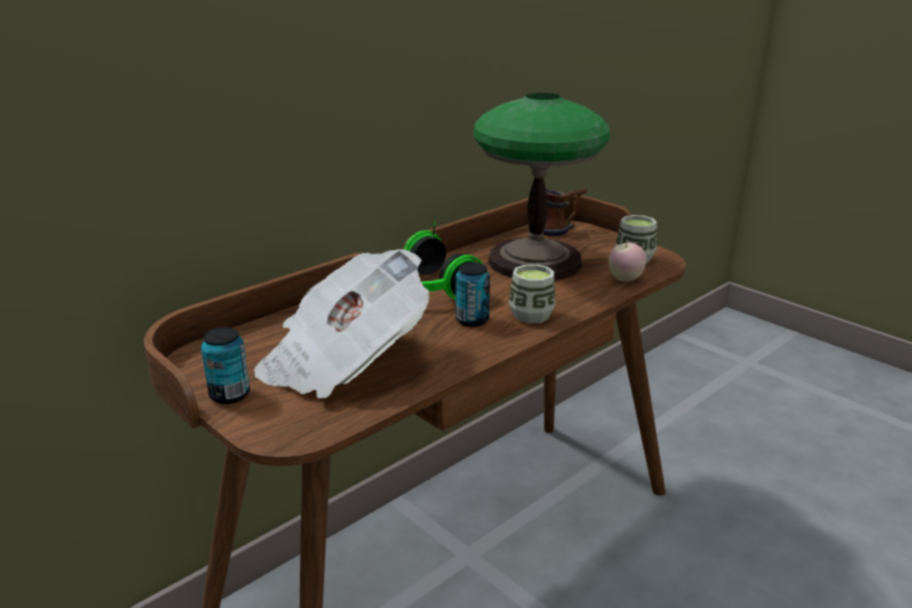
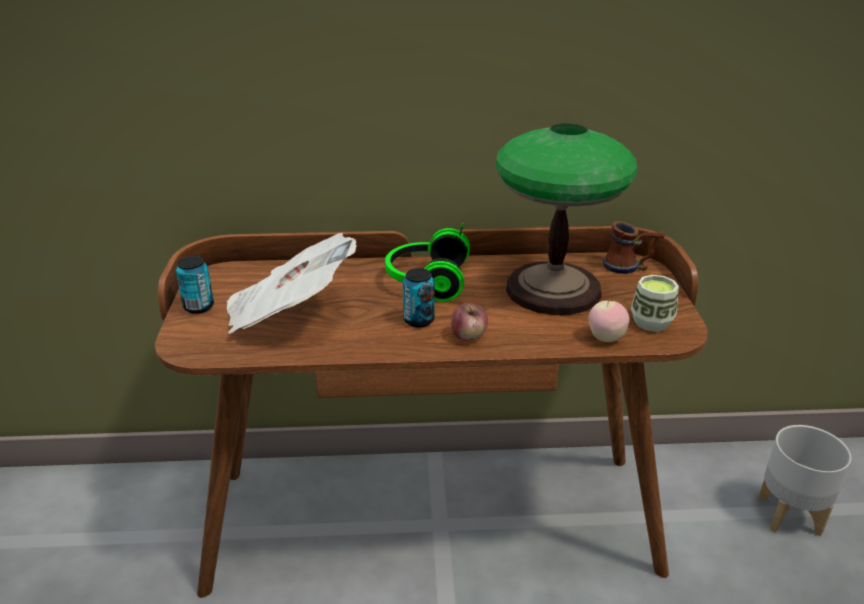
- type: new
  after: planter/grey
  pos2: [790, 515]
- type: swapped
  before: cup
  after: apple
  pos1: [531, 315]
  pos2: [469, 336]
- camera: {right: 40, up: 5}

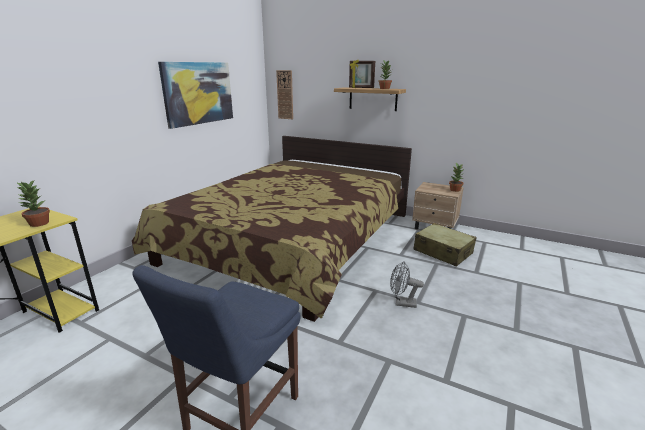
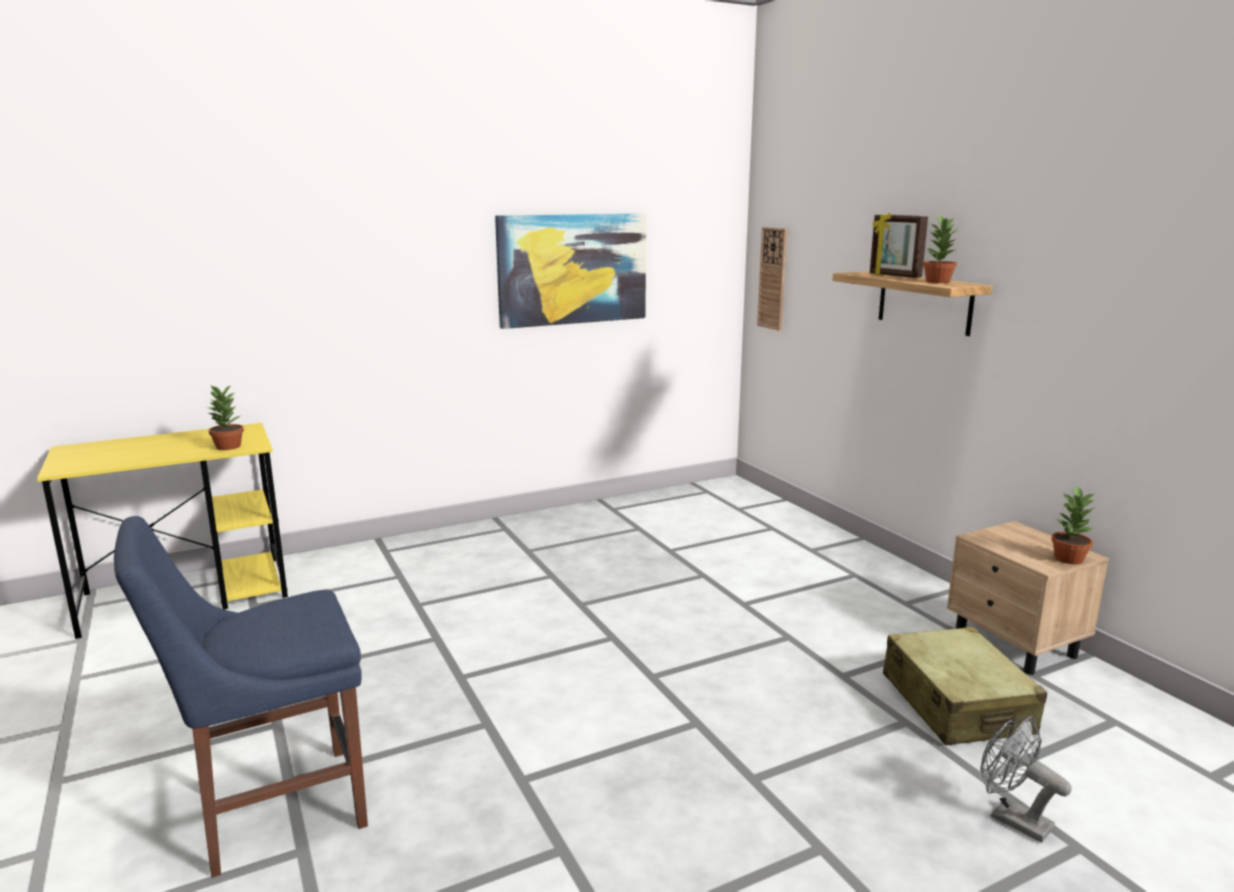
- type: gone
  before: bed
  pos1: [292, 239]
- type: shifted
  before: fan/grey
  pos1: [402, 303]
  pos2: [1011, 818]
- camera: {right: 35, up: -5}

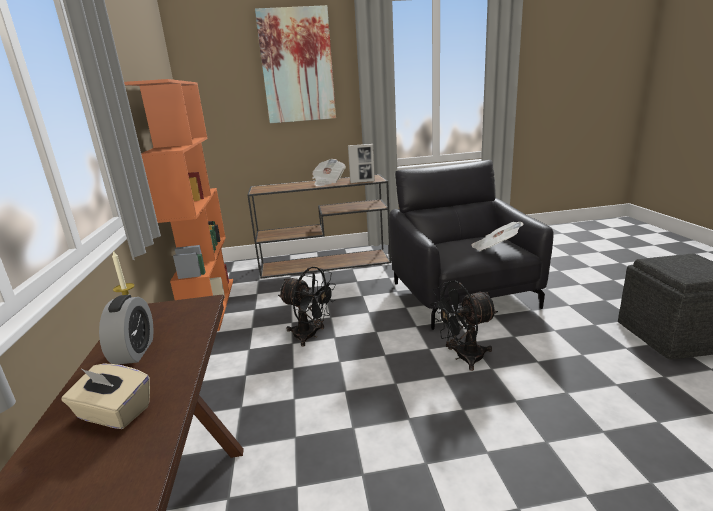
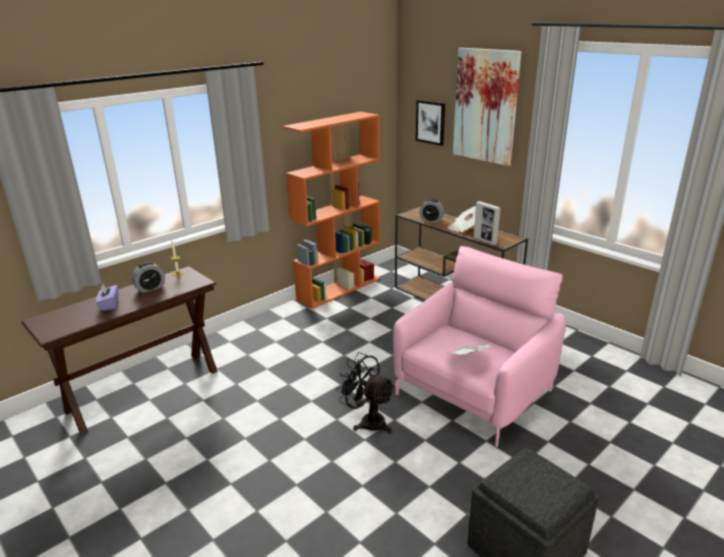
- type: gone
  before: fan/black
  pos1: [310, 336]
- type: new
  after: picture
  pos2: [430, 122]
- type: new
  after: alarm clock
  pos2: [431, 220]
- type: repainted
  before: tissue box/beige
  after: tissue box/purple
  pos1: [113, 414]
  pos2: [109, 305]
- type: repainted
  before: armchair/black
  after: armchair/pink
  pos1: [463, 295]
  pos2: [473, 392]
- camera: {right: 55, up: 5}

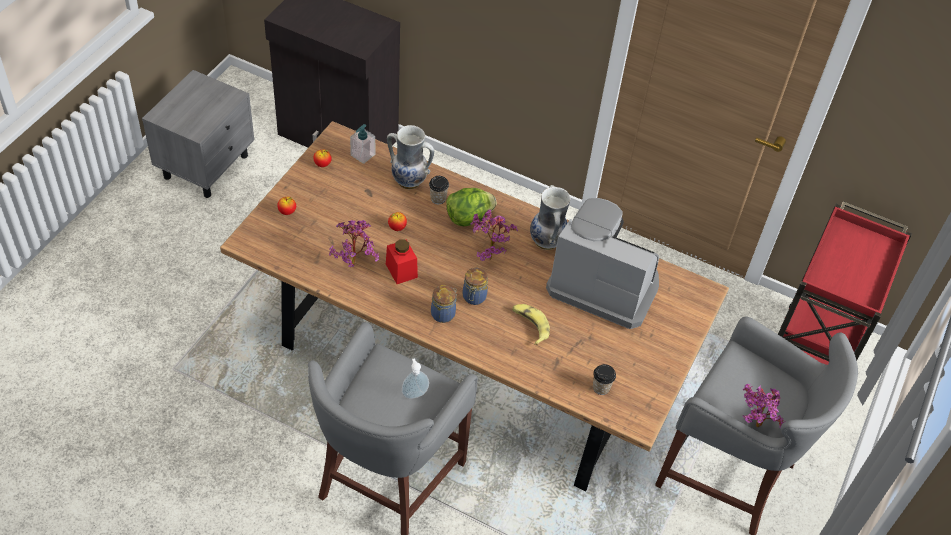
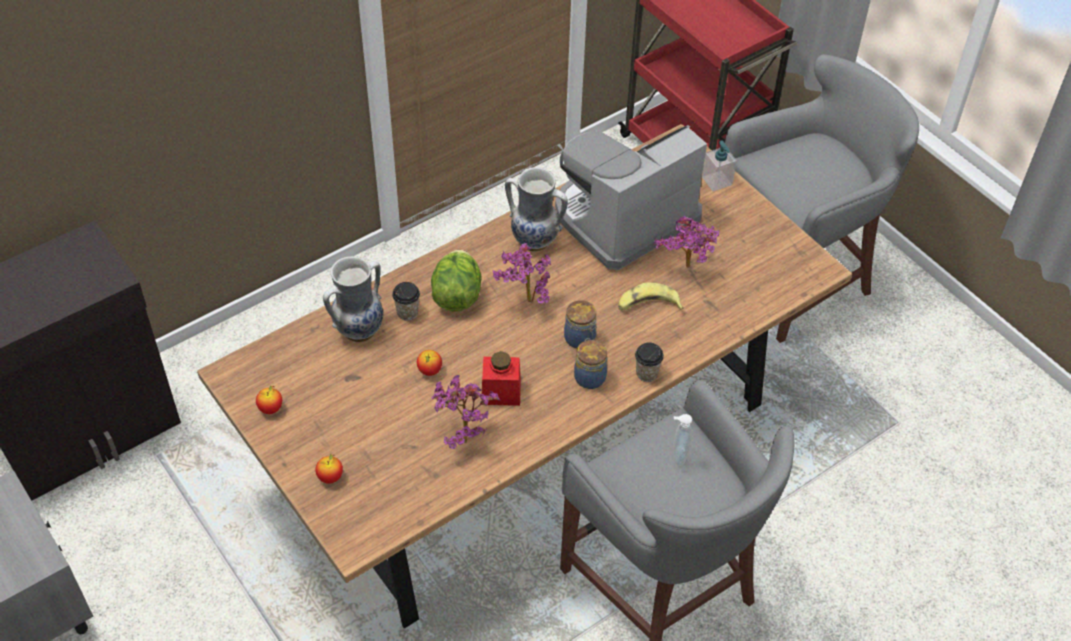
- type: shifted
  before: soap dispenser
  pos1: [362, 155]
  pos2: [717, 181]
- type: shifted
  before: cup
  pos1: [601, 388]
  pos2: [647, 373]
- type: shifted
  before: potted plant
  pos1: [753, 427]
  pos2: [687, 270]
- camera: {right: -60, up: 0}

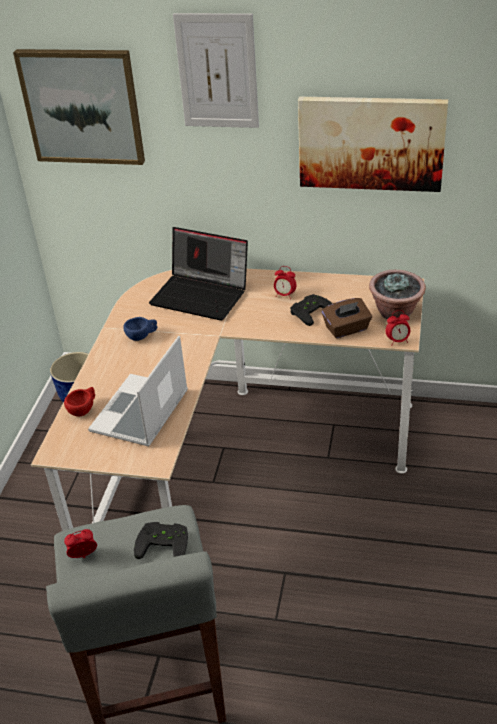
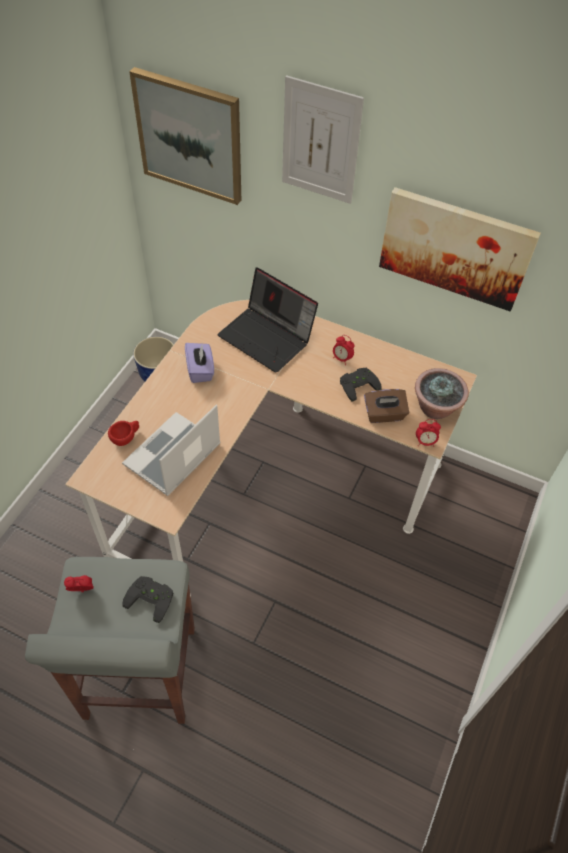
- type: swapped
  before: cup/blue
  after: tissue box/purple
  pos1: [142, 336]
  pos2: [200, 370]
- camera: {right: 10, up: 15}

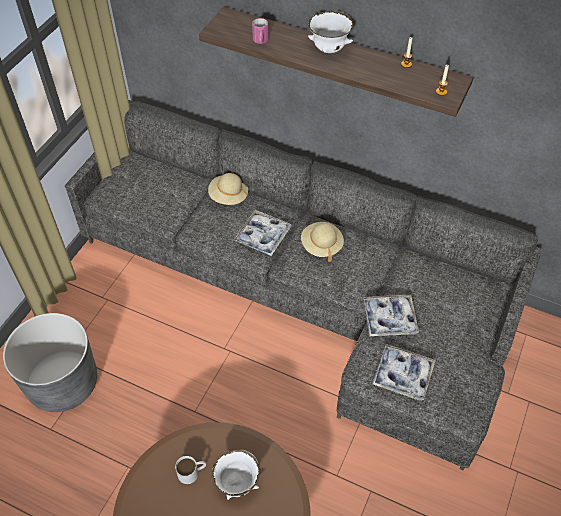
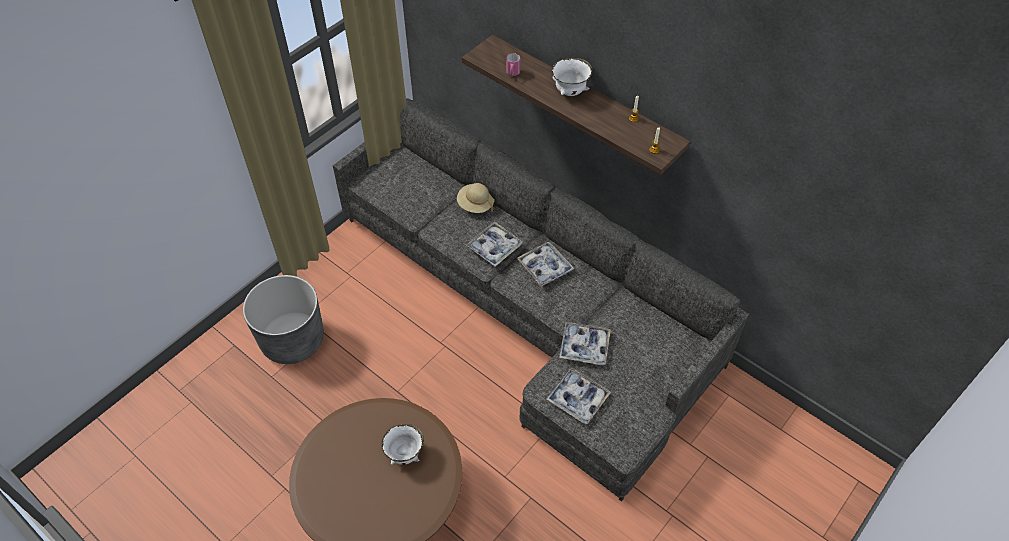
- type: gone
  before: mug/white
  pos1: [192, 472]
- type: swapped
  before: hat/beige
  after: tray
  pos1: [321, 246]
  pos2: [545, 267]
- camera: {right: 15, up: 0}

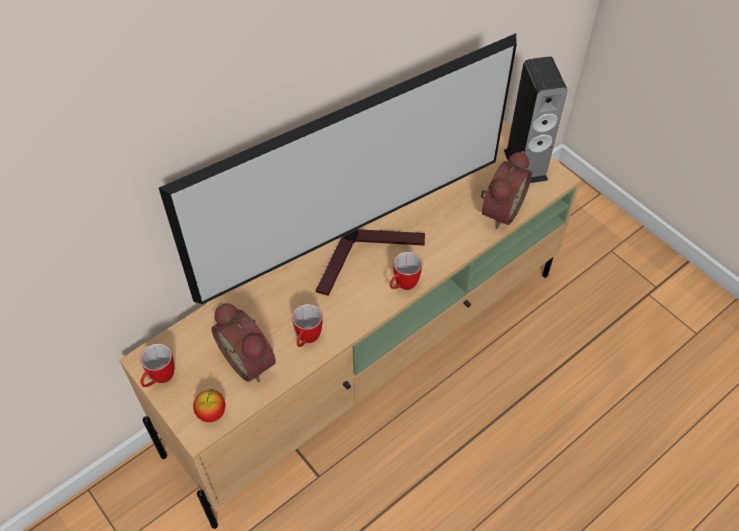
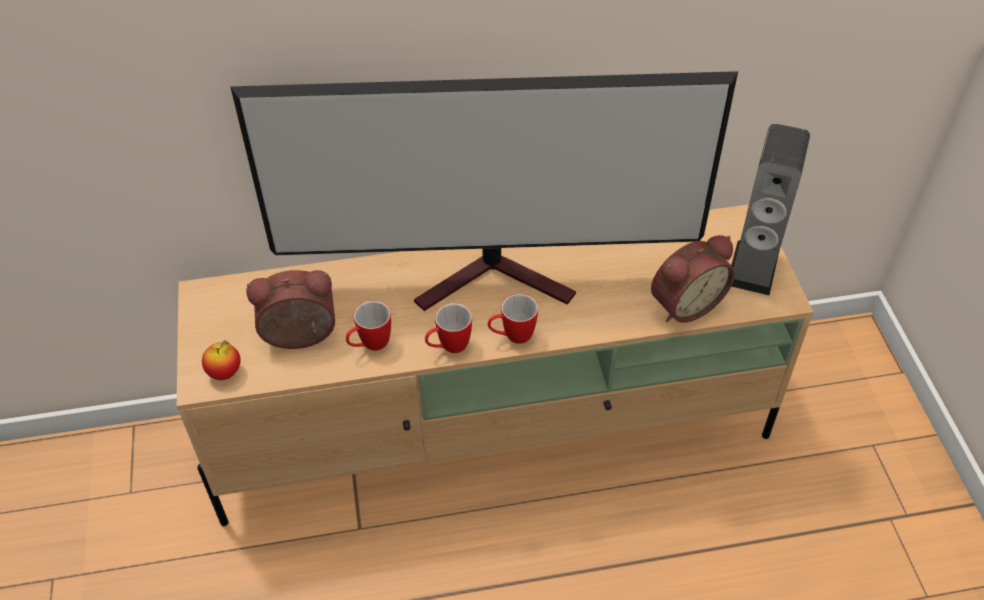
- type: shifted
  before: mug
  pos1: [159, 379]
  pos2: [448, 347]
- type: rotated
  before: alarm clock
  pos1: [251, 359]
  pos2: [300, 338]
  turn: 90
- camera: {right: 30, up: -5}

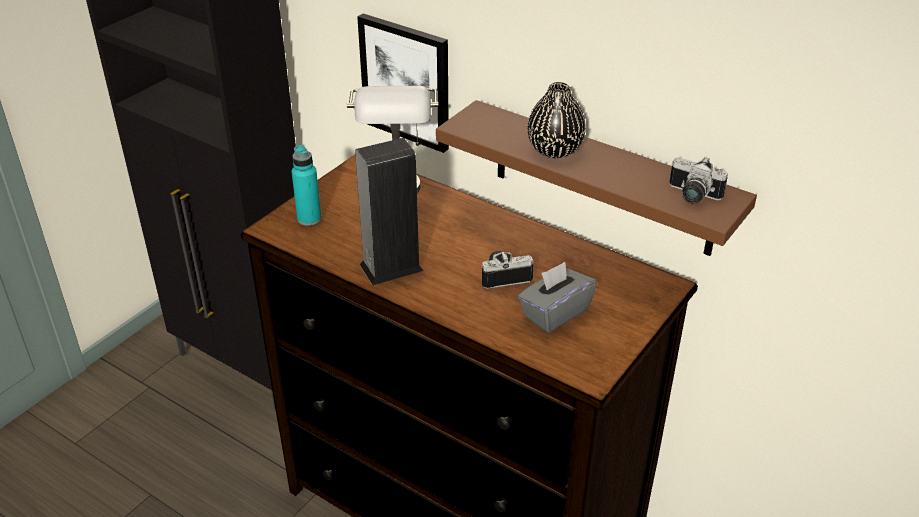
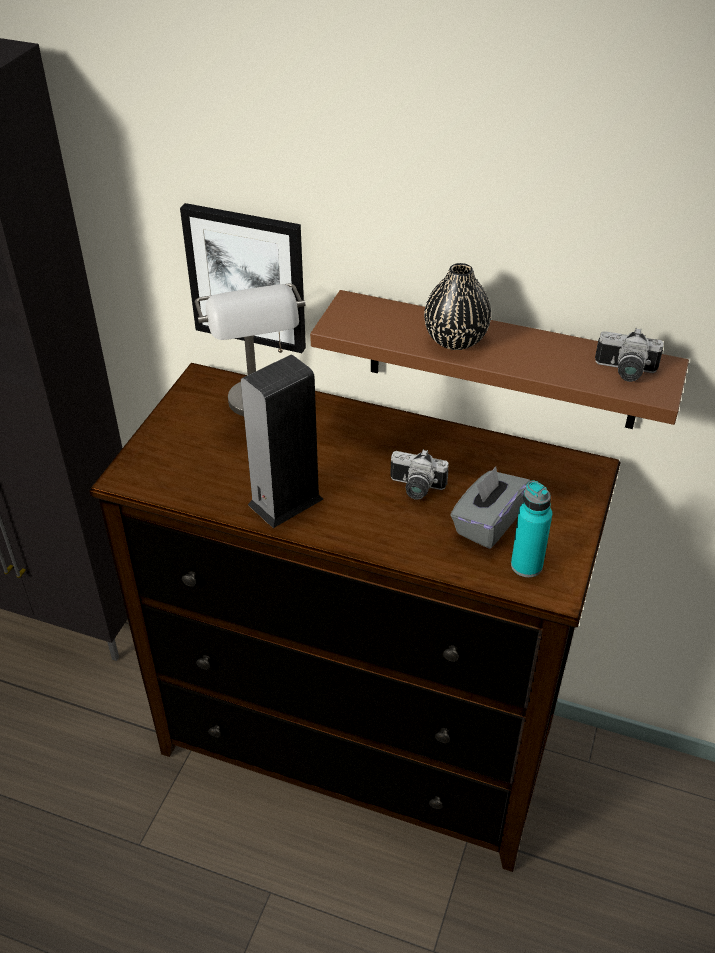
- type: shifted
  before: bottle/turquoise
  pos1: [309, 218]
  pos2: [526, 565]
- type: rotated
  before: photo camera
  pos1: [504, 275]
  pos2: [415, 488]
  turn: -135
- camera: {right: -15, up: 5}

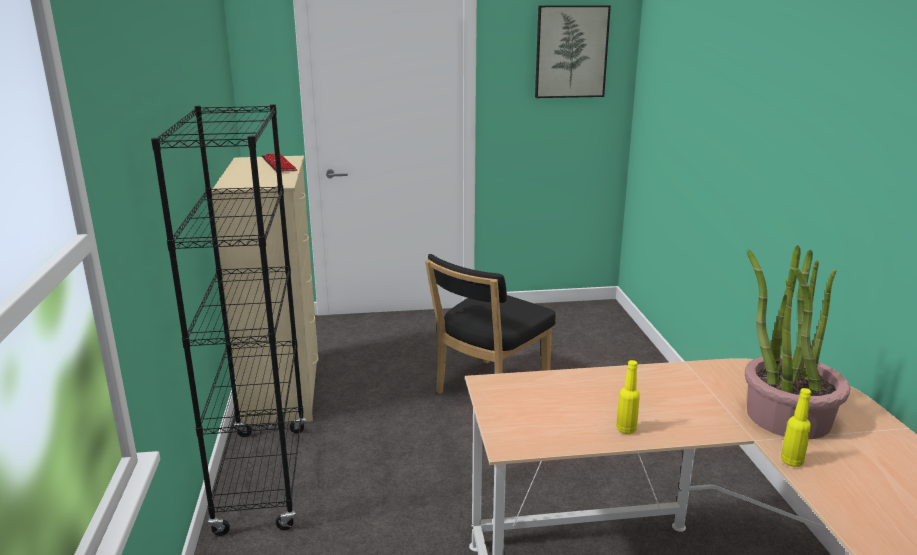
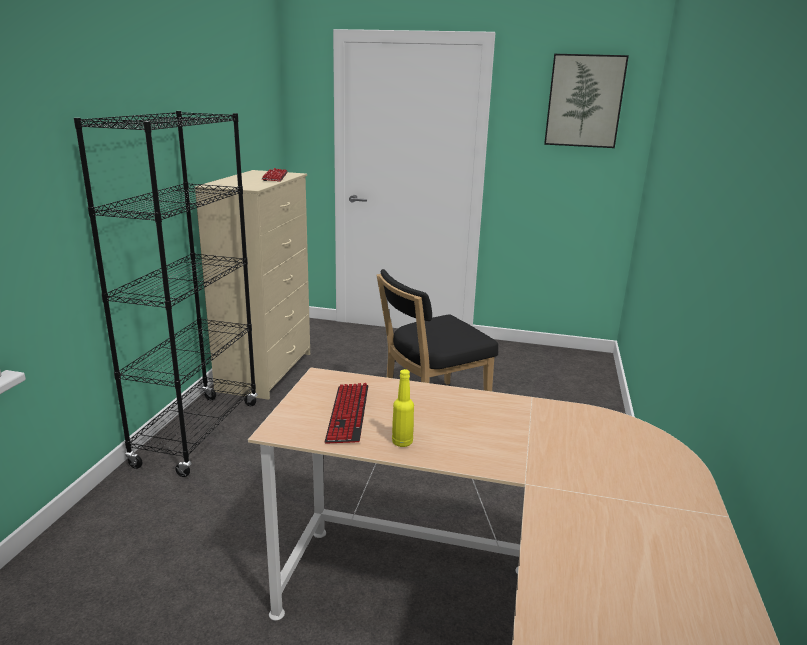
- type: gone
  before: potted plant
  pos1: [787, 416]
- type: gone
  before: bottle/yellow
  pos1: [791, 461]
- type: new
  after: keyboard
  pos2: [348, 414]
- camera: {right: 20, up: 0}

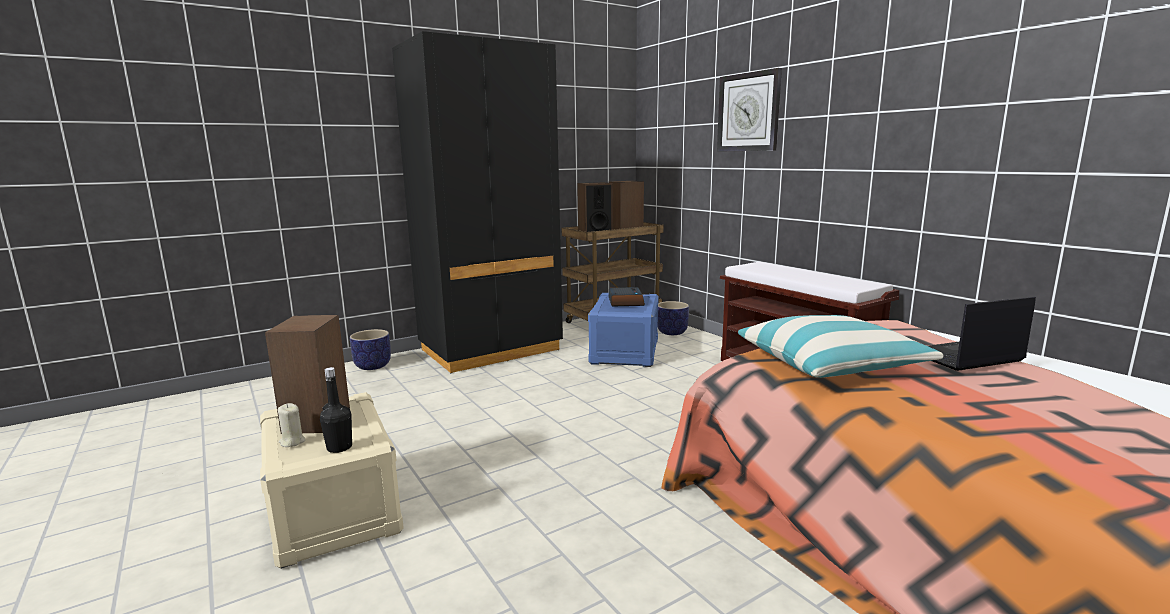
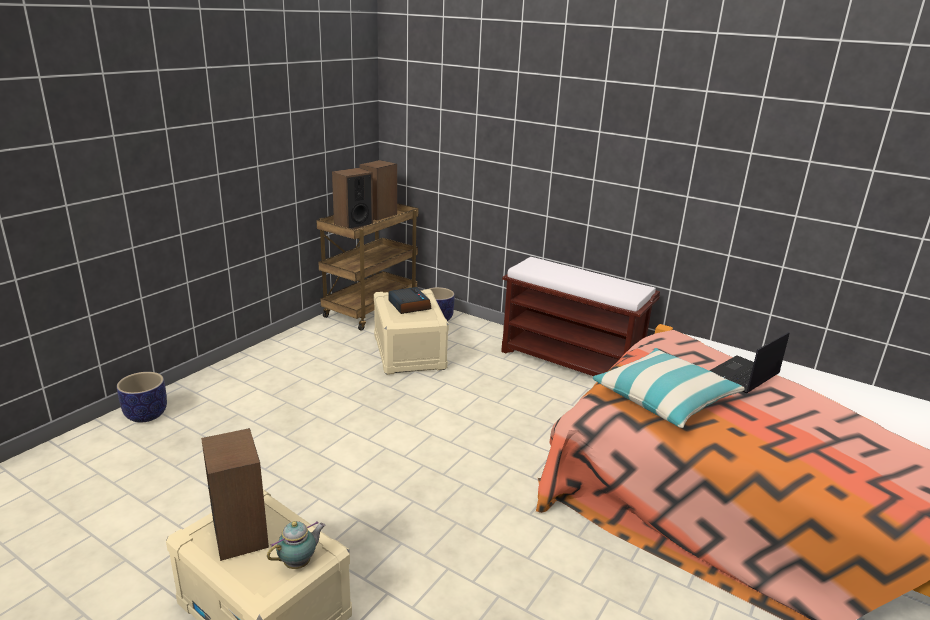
- type: gone
  before: candle/beige
  pos1: [292, 442]
- type: gone
  before: wardrobe/black
  pos1: [490, 350]
- type: gone
  before: wall clock
  pos1: [748, 112]
- type: swapped
  before: bottle/black
  after: teapot
  pos1: [339, 447]
  pos2: [299, 563]
- type: repainted
  before: storage box/blue
  after: storage box/beige
  pos1: [624, 351]
  pos2: [408, 352]
- camera: {right: -25, up: 10}

